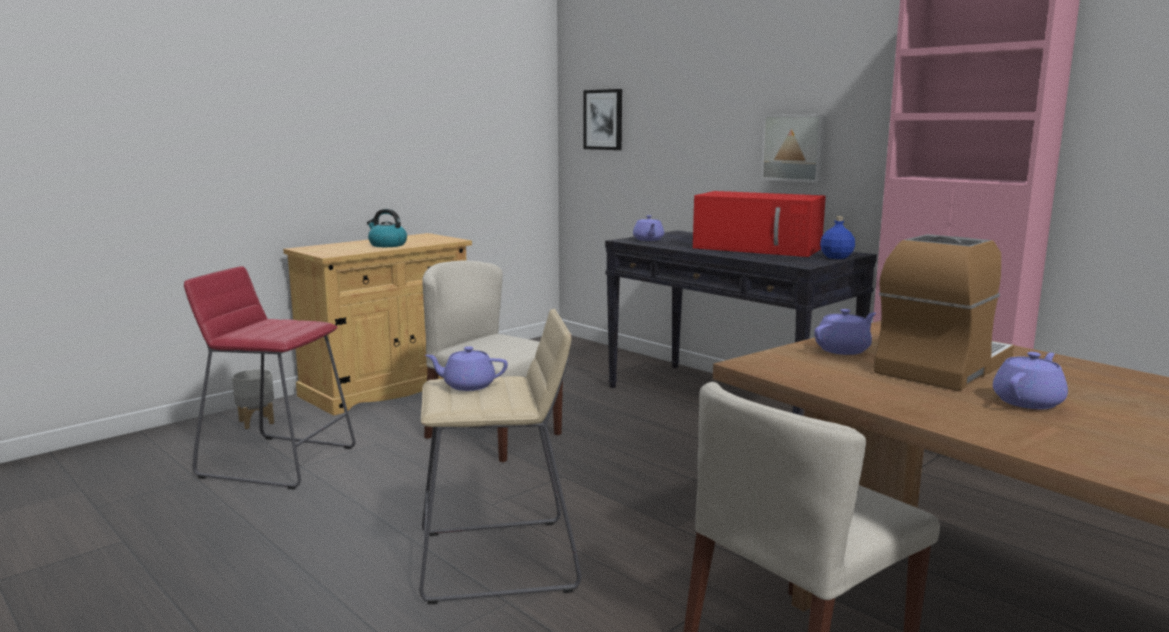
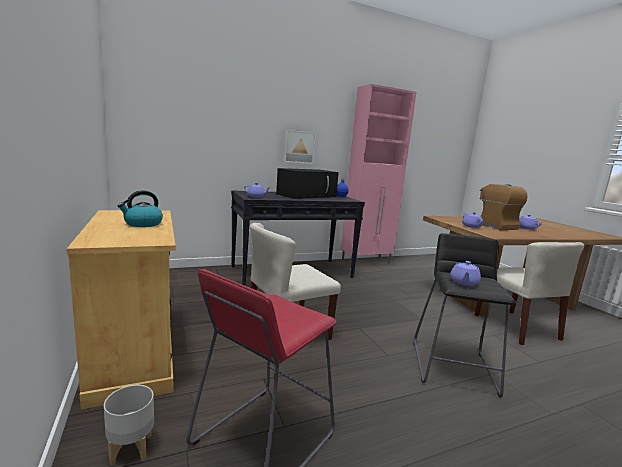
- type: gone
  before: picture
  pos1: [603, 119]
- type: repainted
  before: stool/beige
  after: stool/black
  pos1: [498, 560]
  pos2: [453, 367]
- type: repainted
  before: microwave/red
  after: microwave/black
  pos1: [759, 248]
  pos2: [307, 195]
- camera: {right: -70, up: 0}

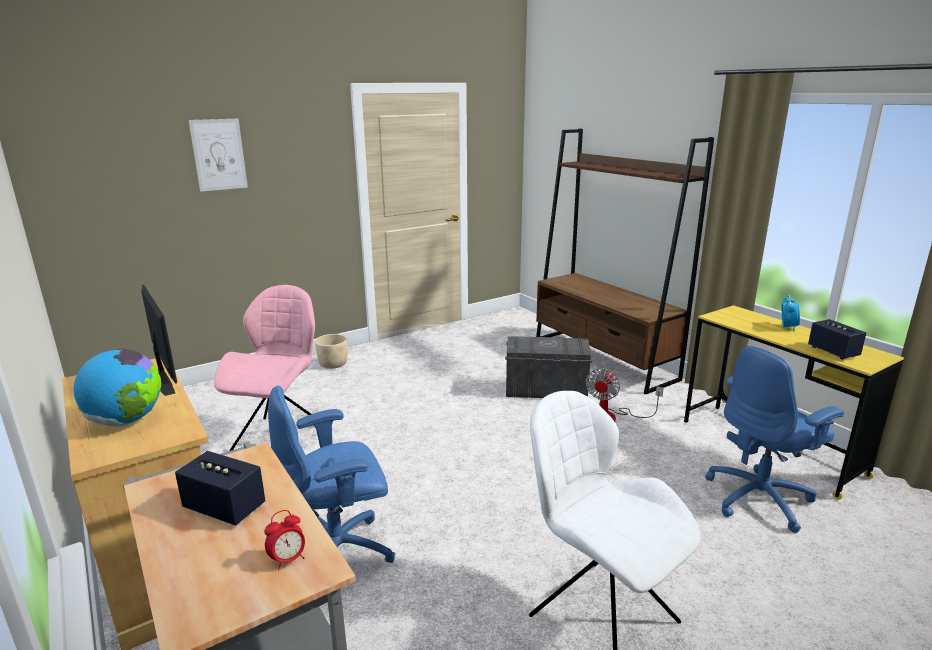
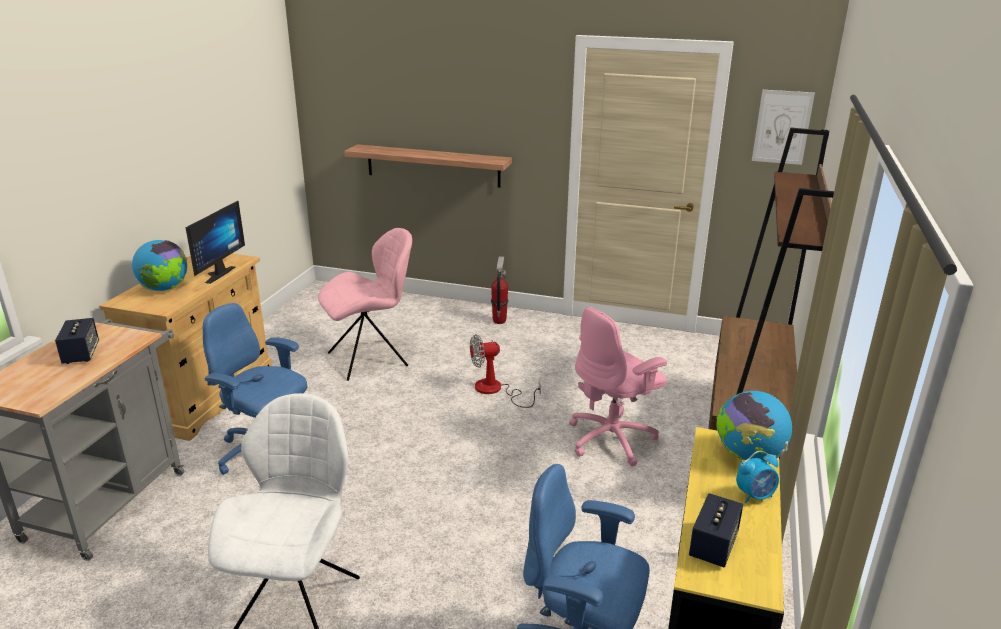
- type: gone
  before: alarm clock
  pos1: [288, 560]
- type: new
  after: shelf
  pos2: [433, 165]
- type: new
  after: globe
  pos2: [748, 456]
- type: shifted
  before: picture
  pos1: [219, 155]
  pos2: [782, 127]
- type: shifted
  before: fan
  pos1: [611, 417]
  pos2: [496, 390]
- type: swapped
  before: planter/beige
  after: fire extinguisher
  pos1: [333, 364]
  pos2: [499, 321]
- type: swapped
  before: storage box/grey
  after: office chair/pink
  pos1: [545, 390]
  pos2: [612, 439]
- camera: {right: 50, up: 5}

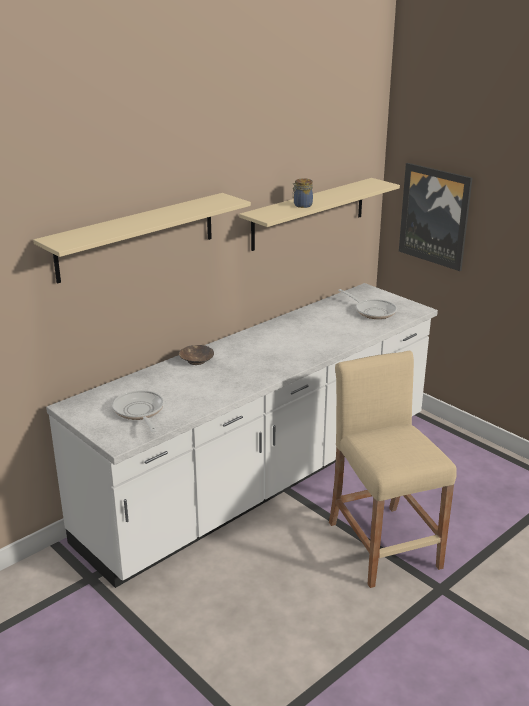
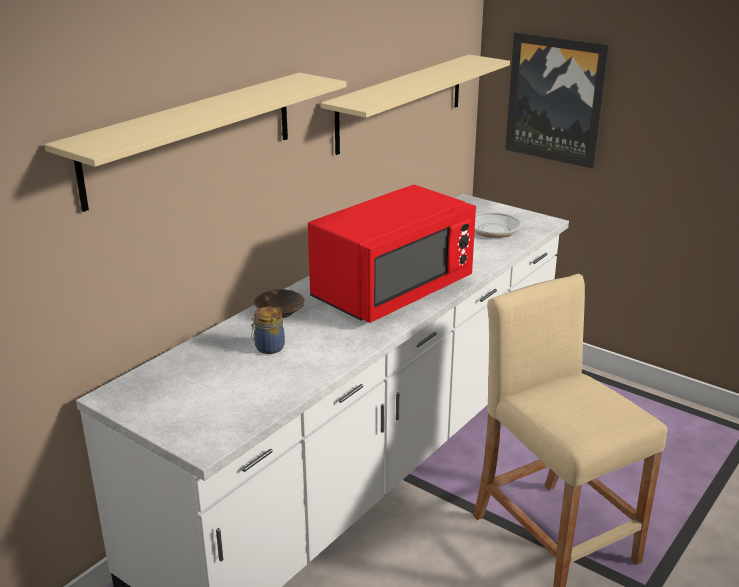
- type: gone
  before: frying pan
  pos1: [139, 412]
- type: new
  after: microwave/red
  pos2: [392, 291]
- type: shifted
  before: jar
  pos1: [302, 205]
  pos2: [268, 348]
- camera: {right: -10, up: 0}

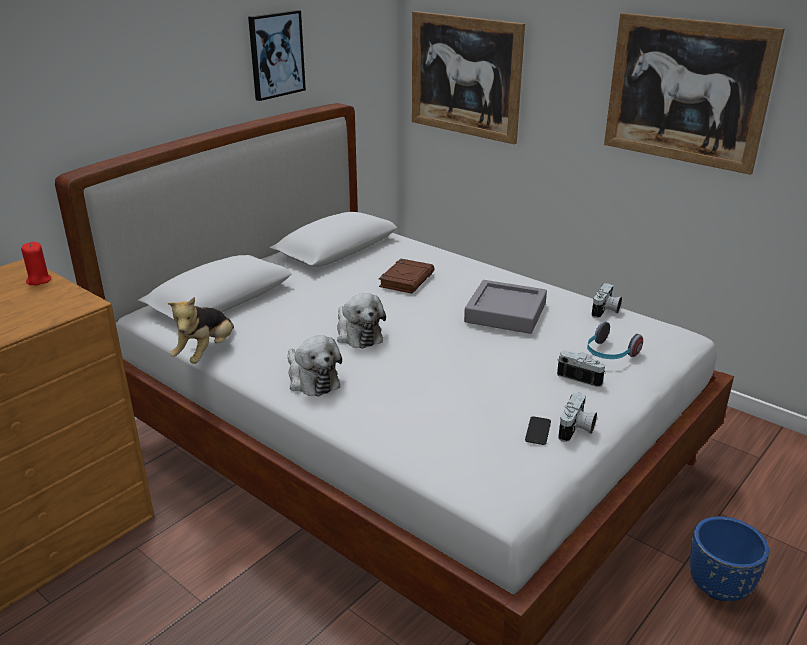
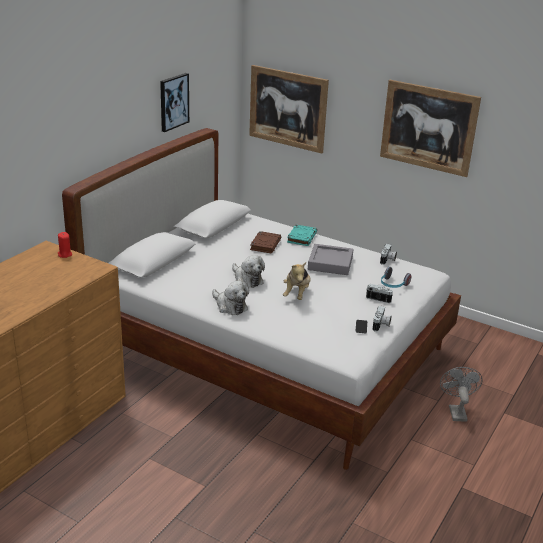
- type: new
  after: book/turquoise
  pos2: [301, 237]
- type: shifted
  before: plush toy
  pos1: [206, 352]
  pos2: [297, 294]
- type: swapped
  before: planter/blue
  after: fan/grey
  pos1: [718, 588]
  pos2: [456, 411]
- camera: {right: -10, up: 0}

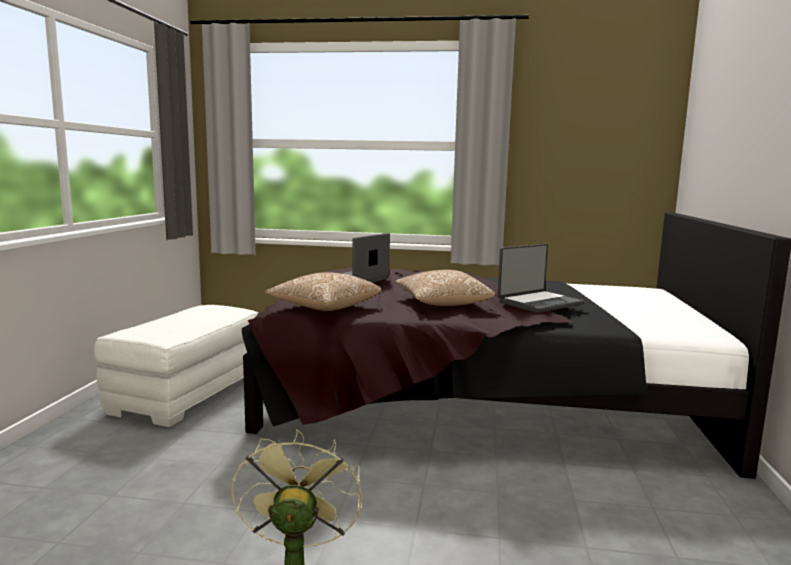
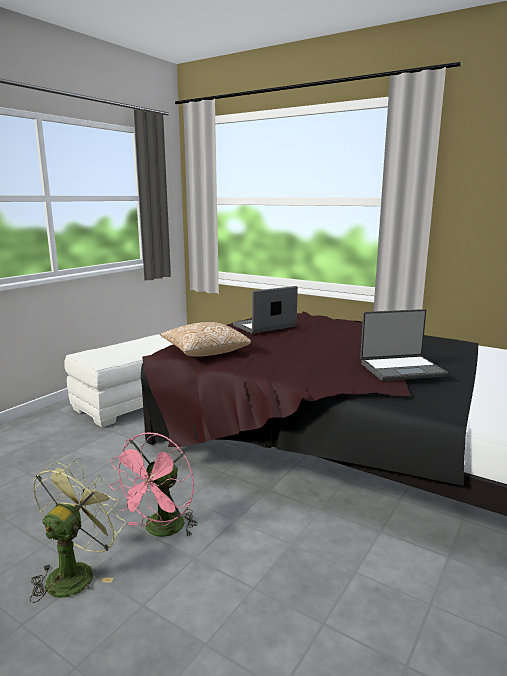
- type: gone
  before: pillow
  pos1: [442, 303]
- type: new
  after: fan/pink
  pos2: [161, 531]
- camera: {right: 25, up: 5}

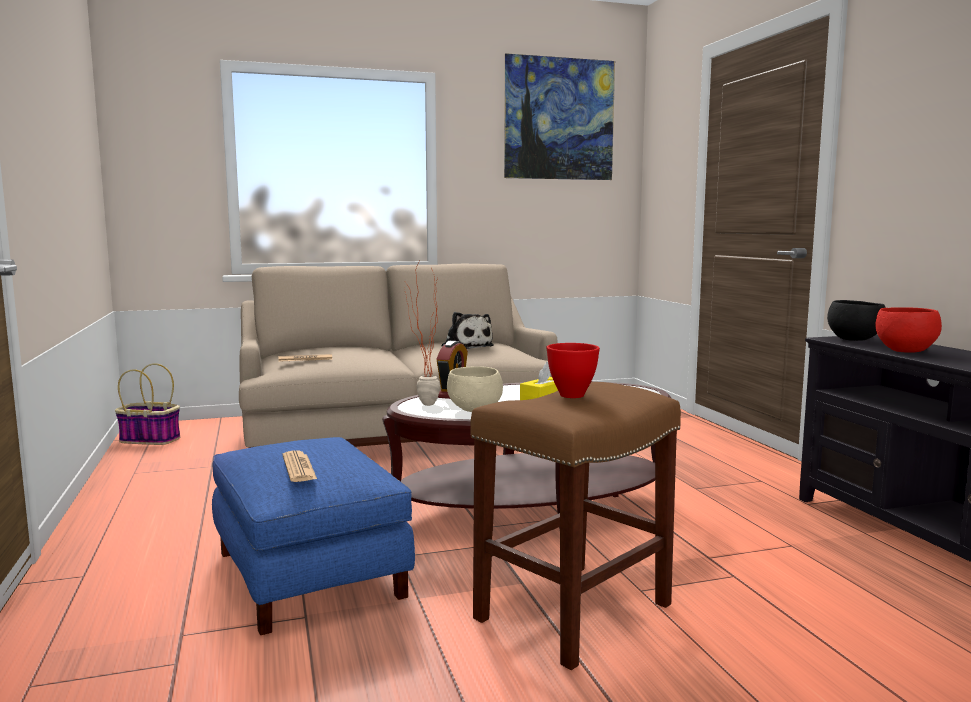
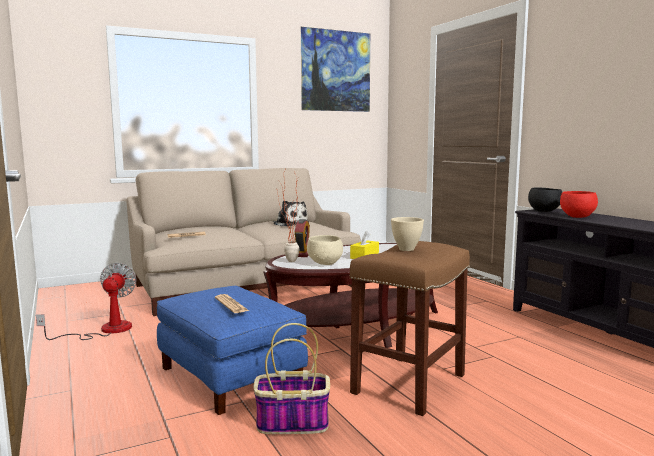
- type: new
  after: fan
  pos2: [104, 330]
- type: shifted
  before: basket
  pos1: [148, 440]
  pos2: [291, 423]
- type: repainted
  before: bowl/red
  after: bowl/beige
  pos1: [572, 395]
  pos2: [407, 249]
- camera: {right: -10, up: 0}

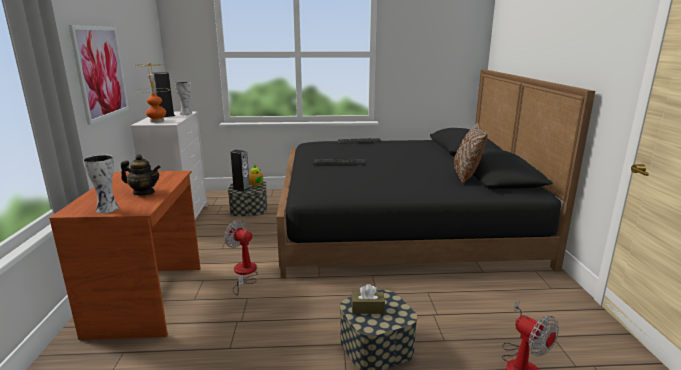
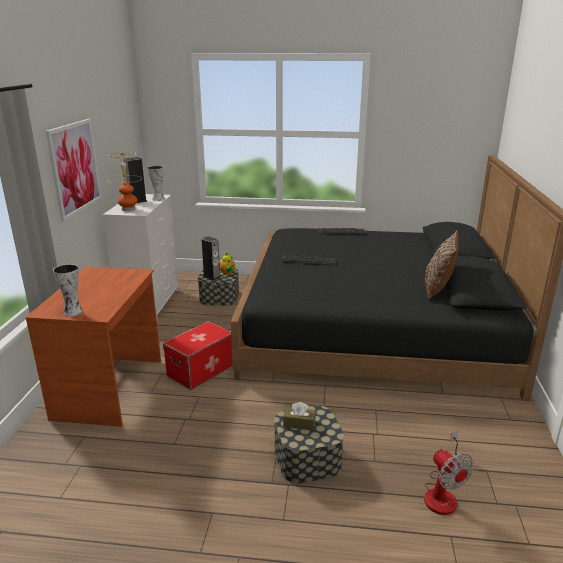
- type: gone
  before: teapot
  pos1: [144, 193]
- type: swapped
  before: fan
  after: storage box
  pos1: [244, 273]
  pos2: [201, 370]
- camera: {right: 10, up: 5}

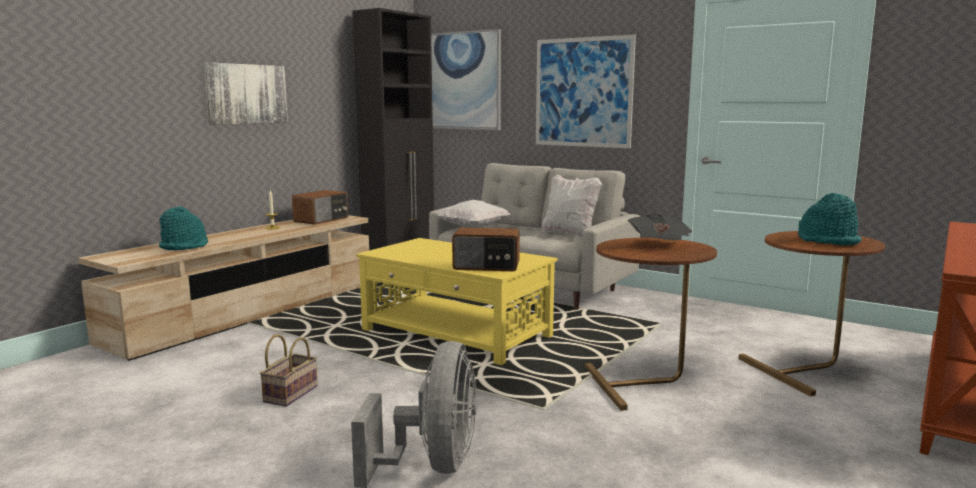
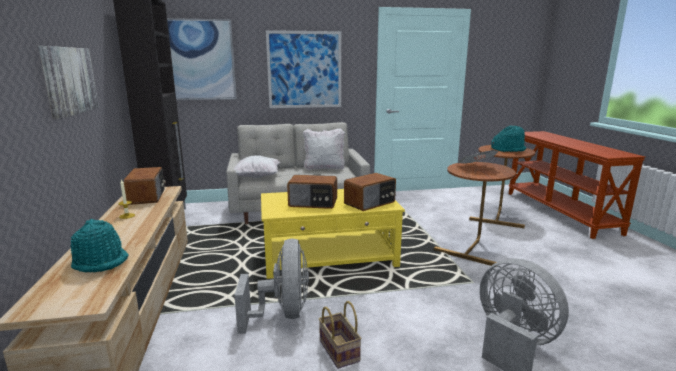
- type: new
  after: fan/grey
  pos2: [283, 314]
- type: new
  after: radio
  pos2: [313, 203]
- camera: {right: -45, up: 5}

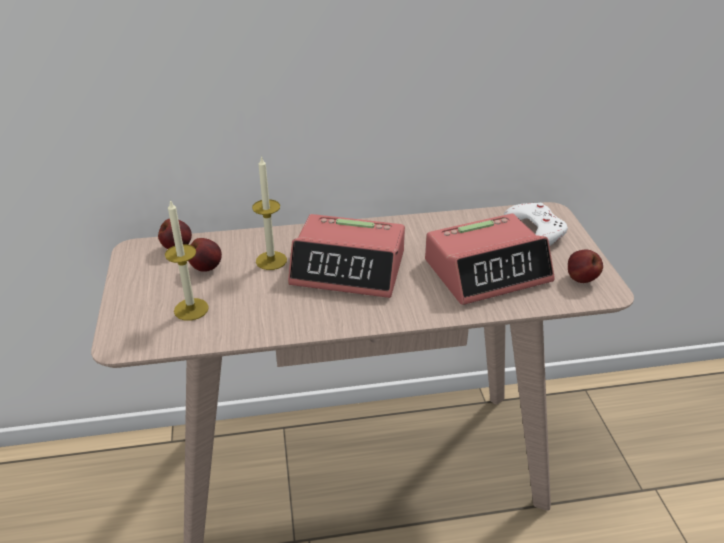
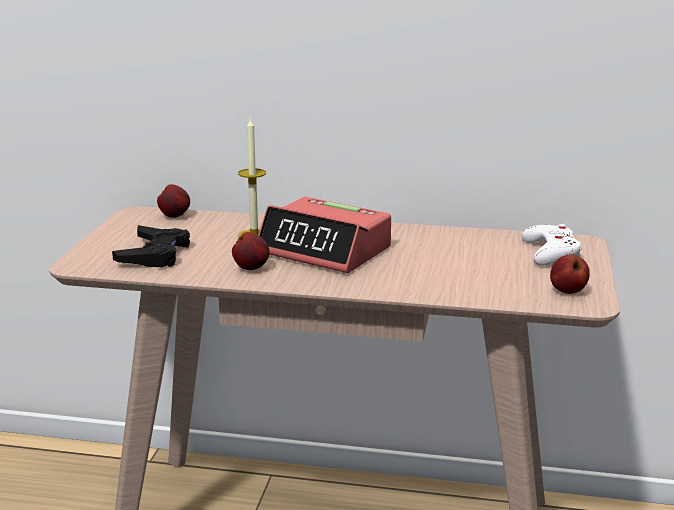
- type: gone
  before: alarm clock
  pos1: [487, 270]
- type: shifted
  before: apple
  pos1: [206, 267]
  pos2: [251, 268]
- type: swapped
  before: candle
  after: game controller/black
  pos1: [191, 309]
  pos2: [155, 254]
- camera: {right: 20, up: -15}

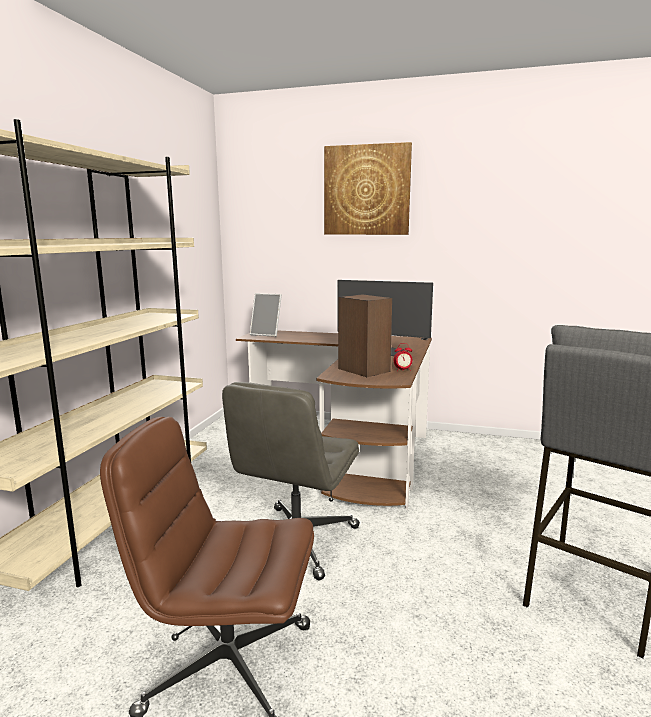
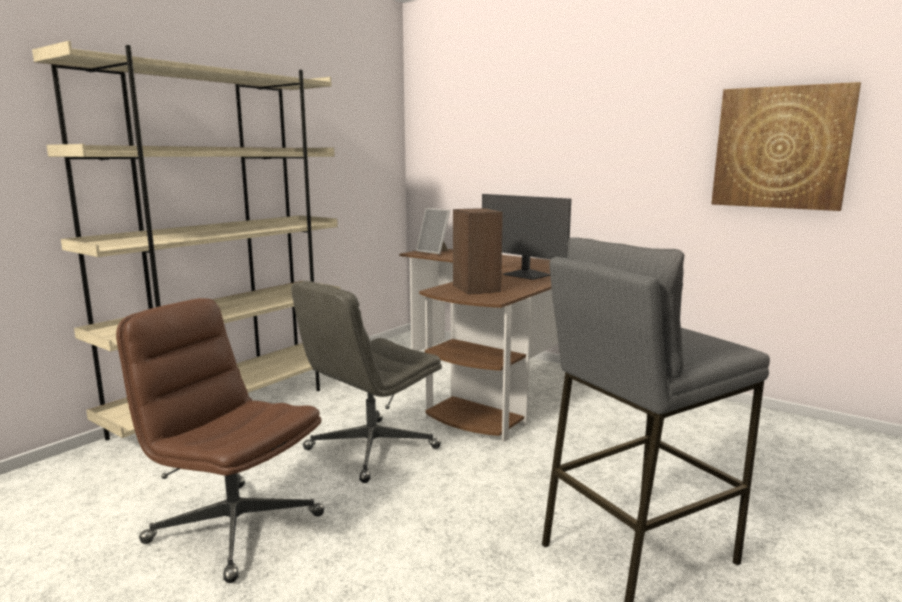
- type: gone
  before: alarm clock
  pos1: [403, 370]
- type: shifted
  before: picture
  pos1: [367, 190]
  pos2: [781, 148]
- camera: {right: 20, up: 0}

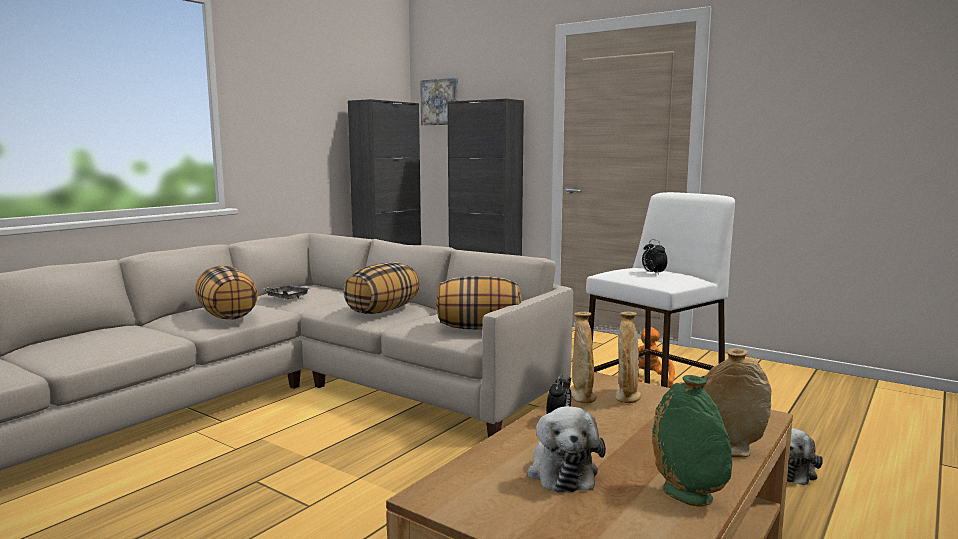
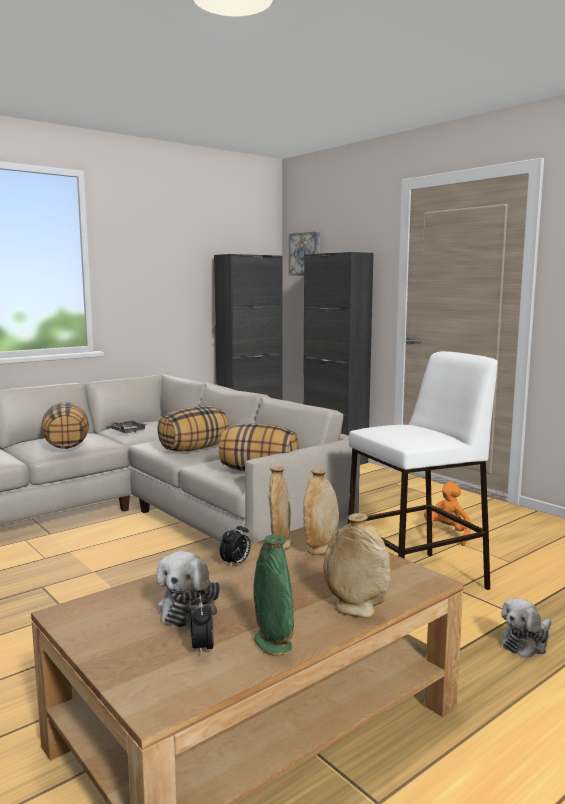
- type: shifted
  before: alarm clock
  pos1: [653, 273]
  pos2: [202, 648]
- camera: {right: 15, up: 0}

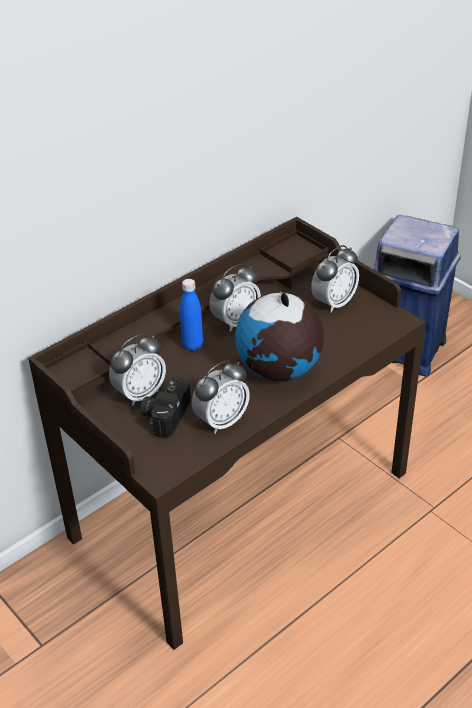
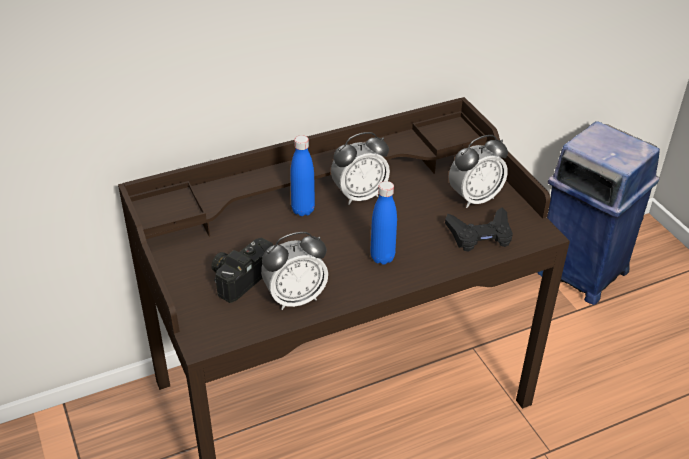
- type: gone
  before: alarm clock
  pos1: [140, 394]
- type: new
  after: game controller/black
  pos2: [480, 235]
- type: swapped
  before: globe
  after: bottle/blue
  pos1: [279, 370]
  pos2: [382, 257]
- camera: {right: 15, up: 0}

